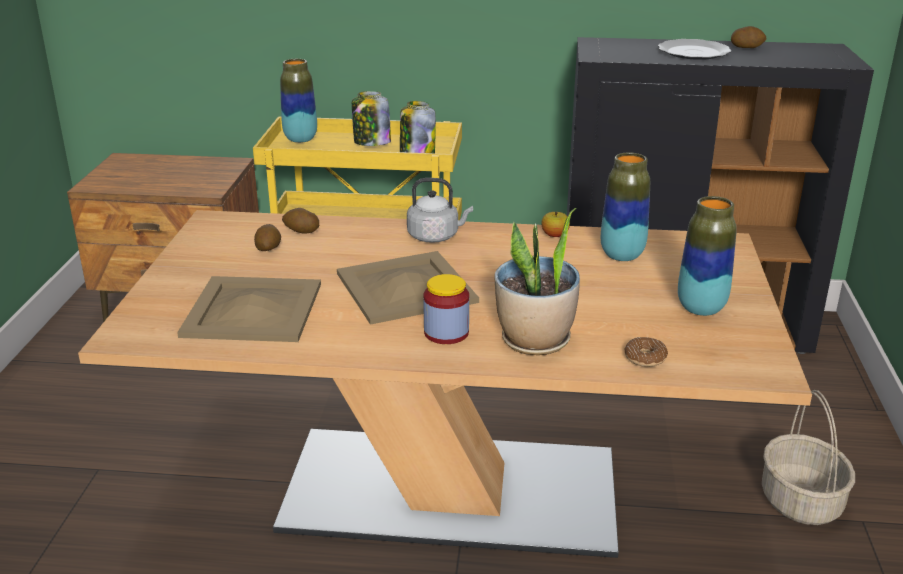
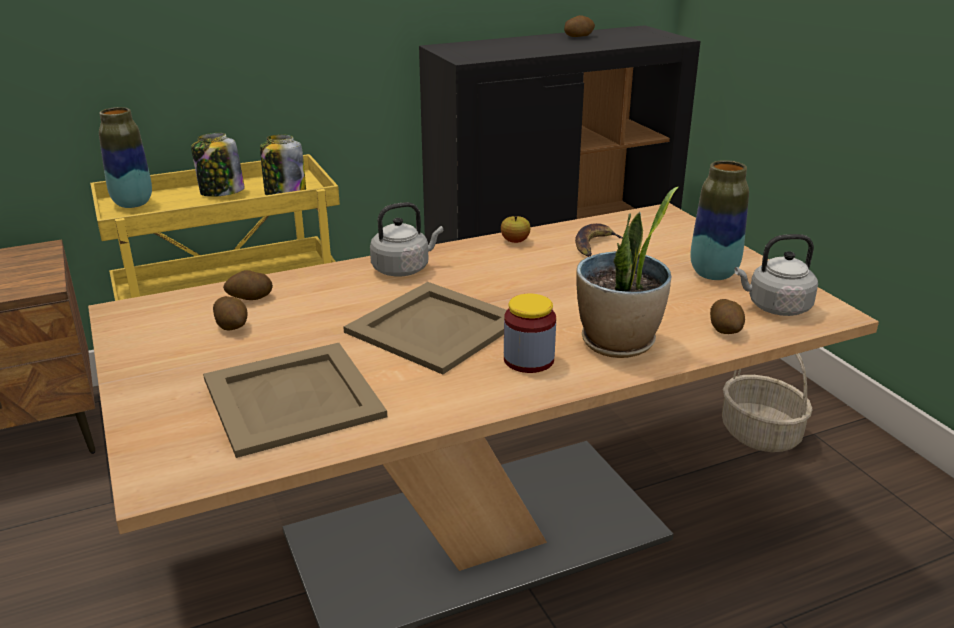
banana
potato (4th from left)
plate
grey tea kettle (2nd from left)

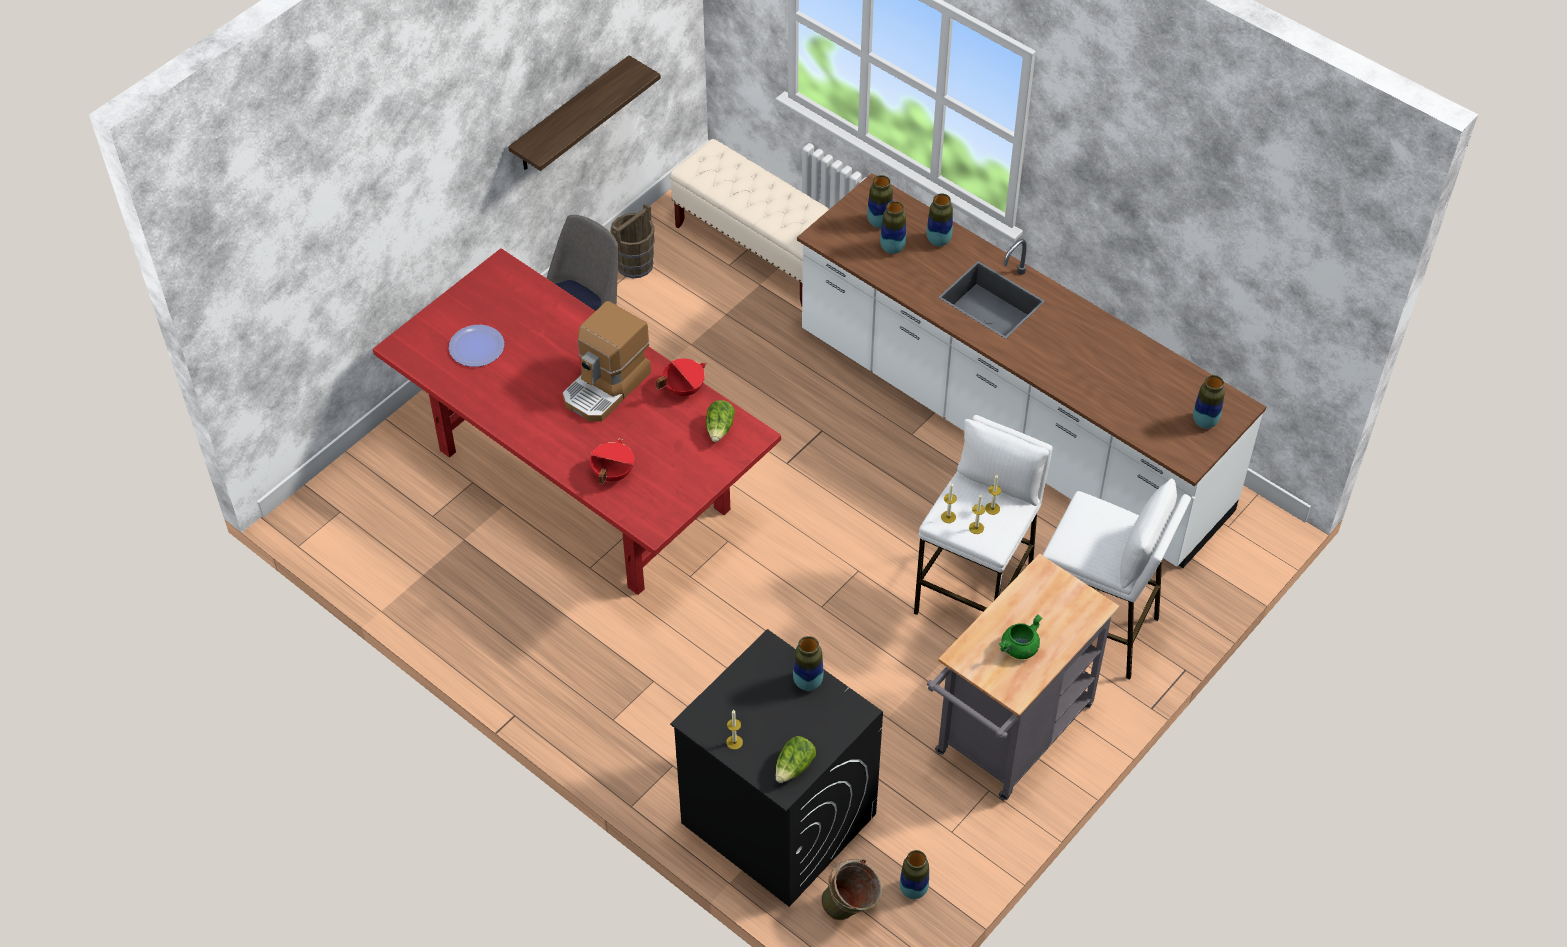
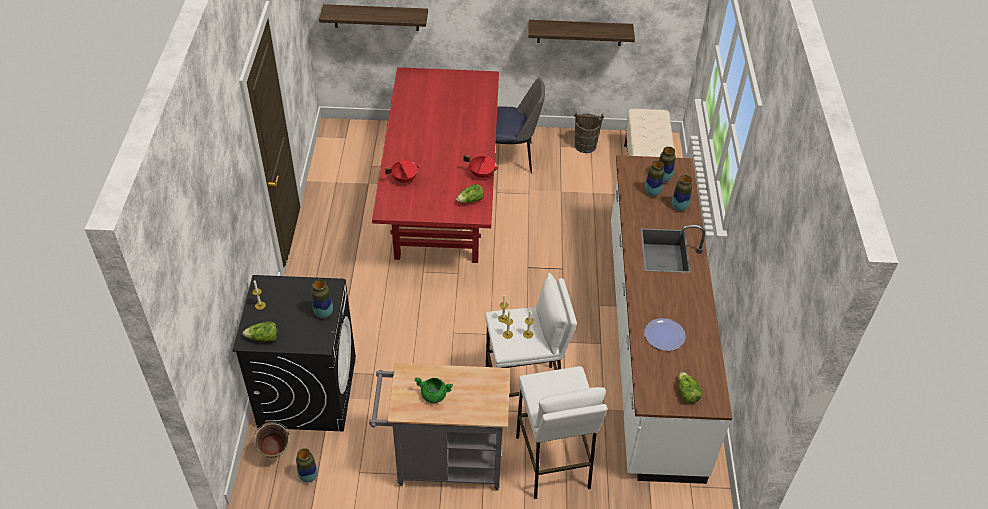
plate
coffee maker
lettuce head (3rd from left)
shelf (1st from left)

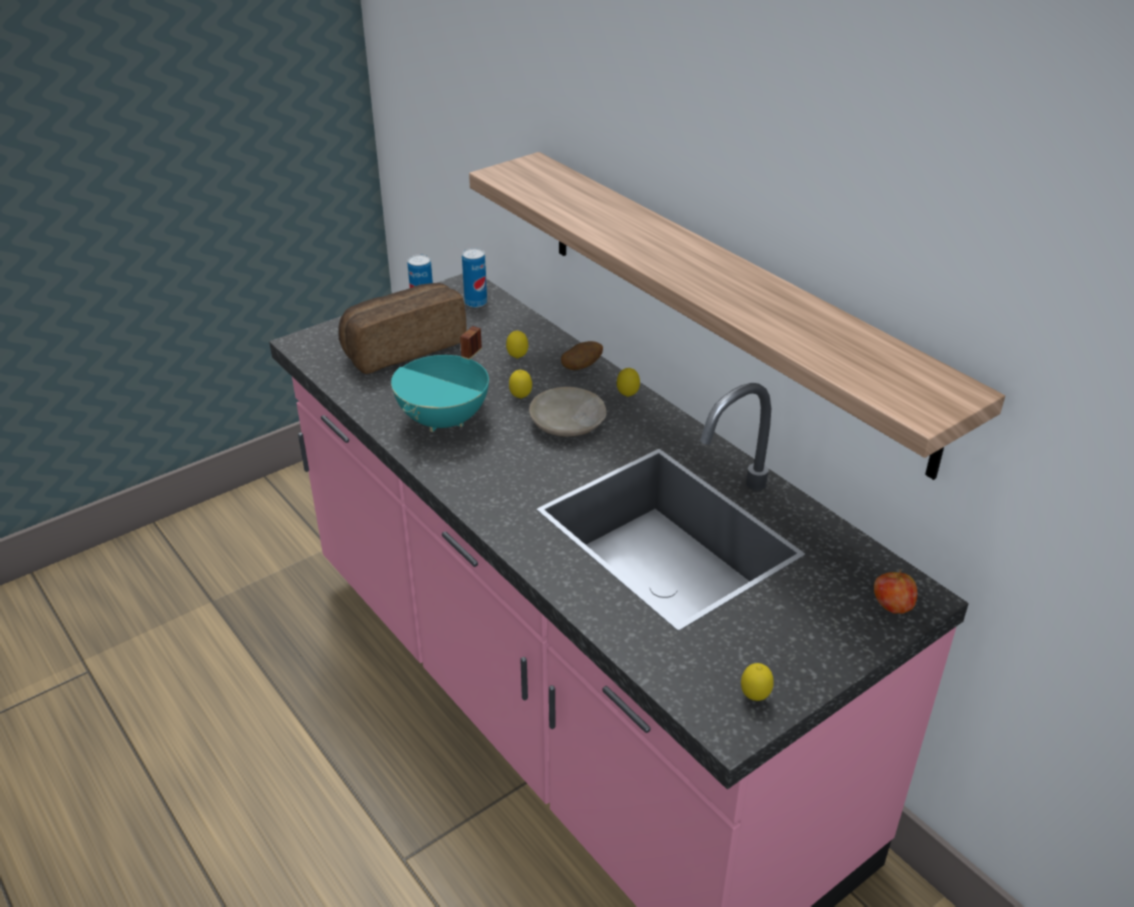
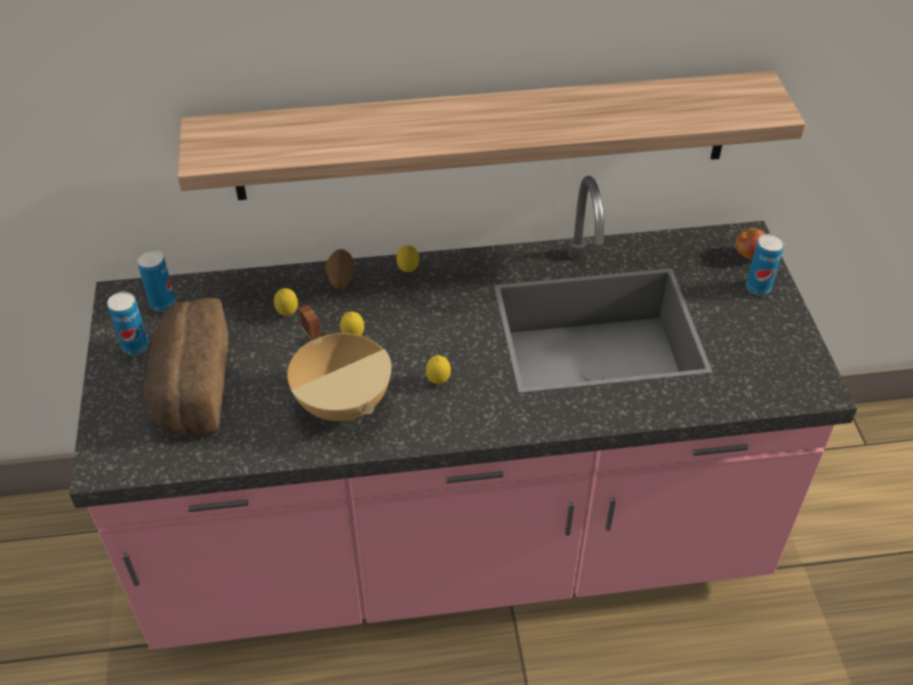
sand-coloured stockpot
sand-coloured plate
citrus fruit (4th from left)
metal can (3rd from left)

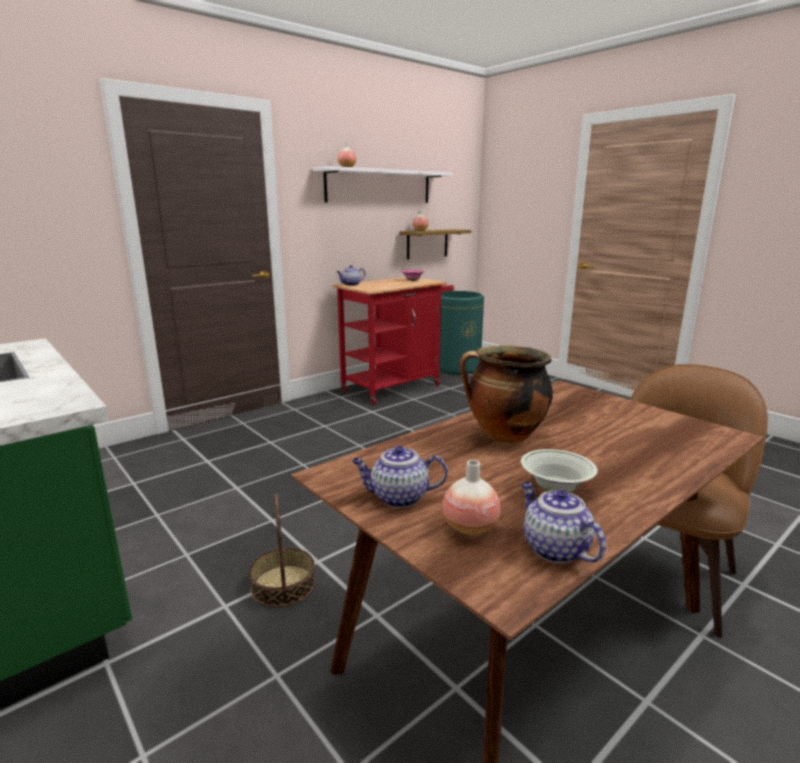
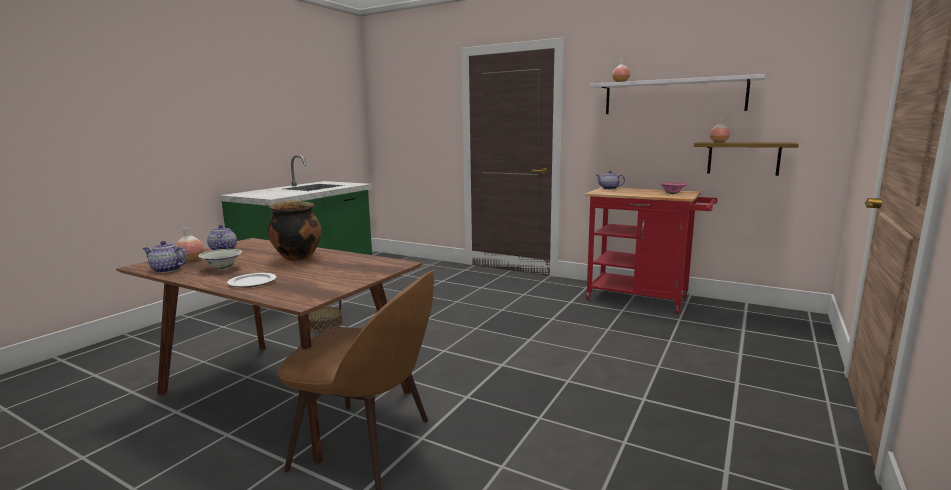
green-coloured rubbish bin
tea pot (1st from left)
plate

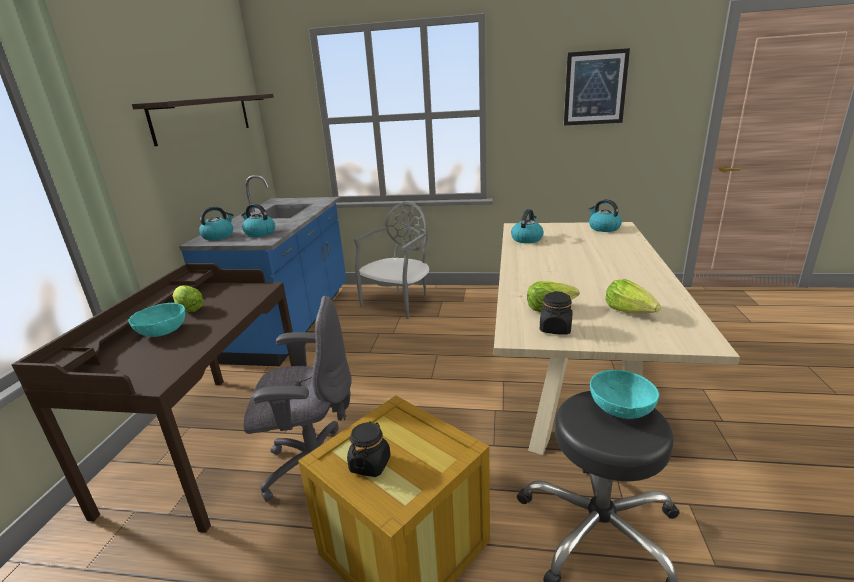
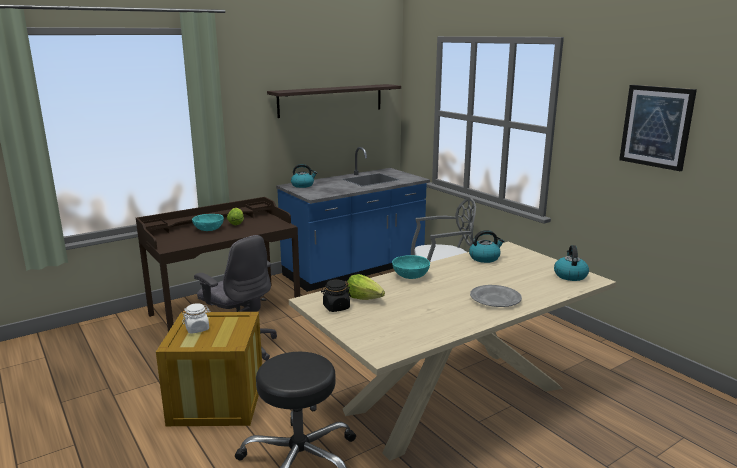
tea kettle (2nd from left in the first image)
whitish storage jar
blue-green deep dish (2nd from left)
lettuce head (3rd from left in the first image)
grey plate

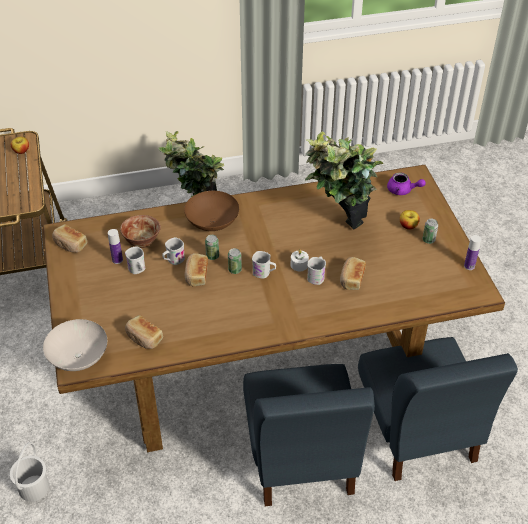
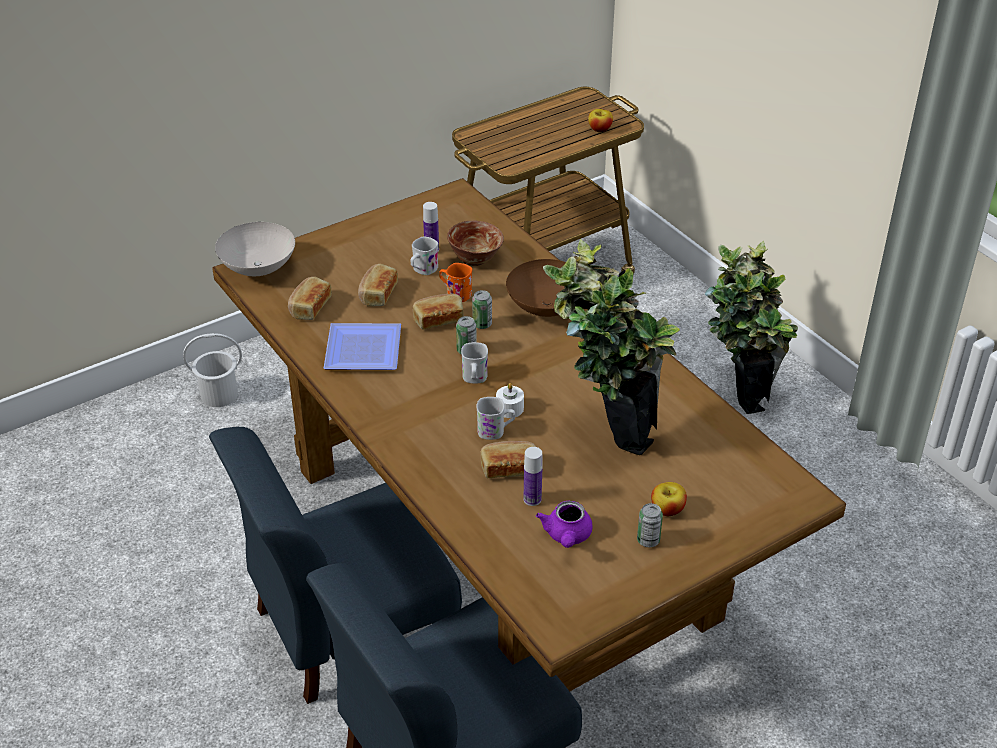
bakery bread (2nd from left)
orange-coloured coffee mug
purple tea pot
beverage bottle (2nd from left)
plate

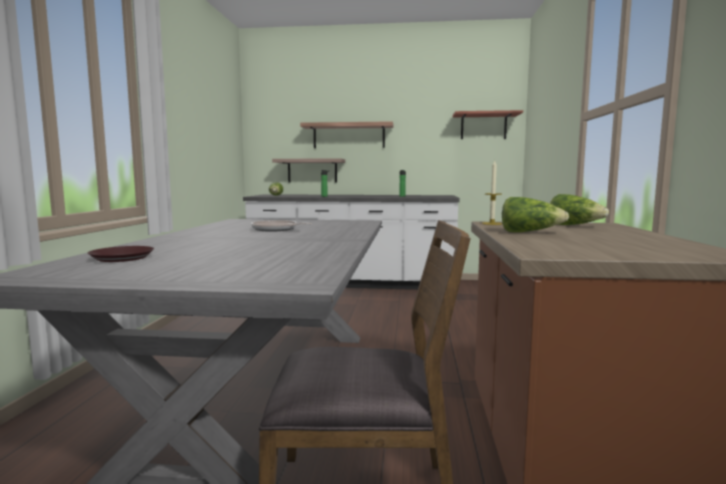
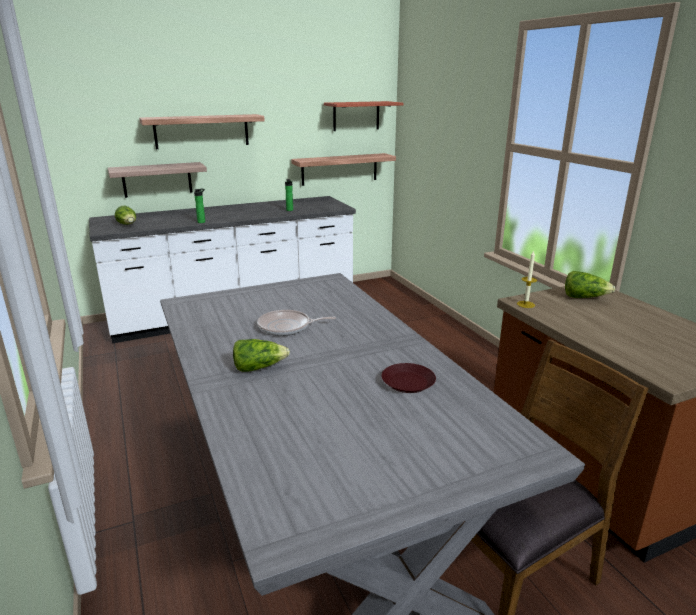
brownish plate
lettuce head (2nd from left)
shelf (3rd from left)

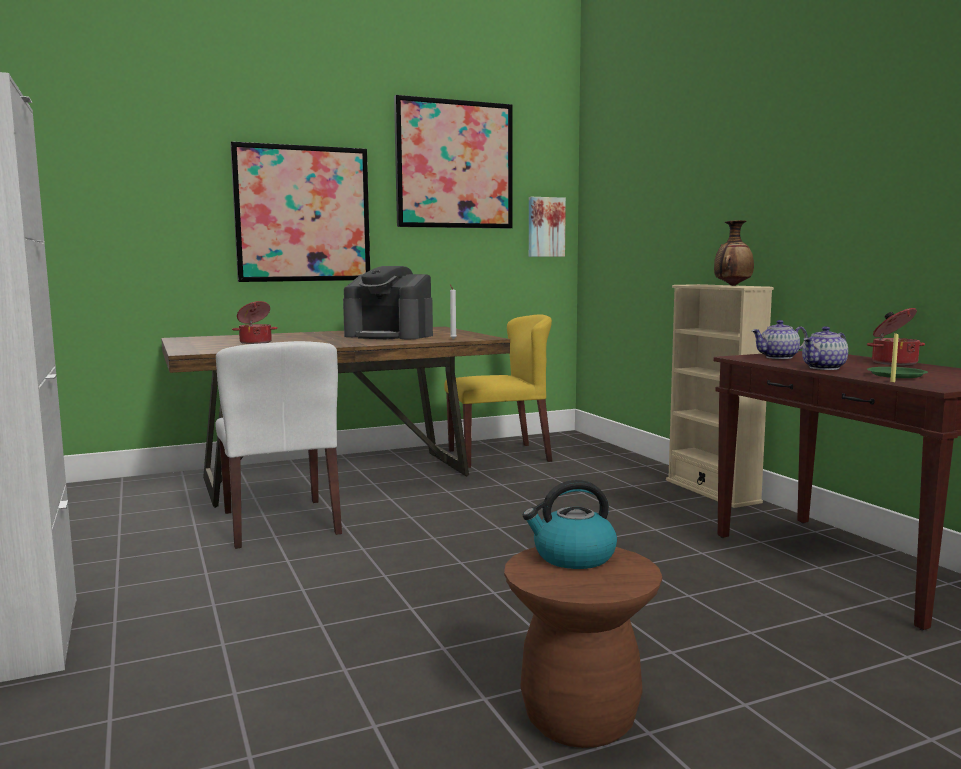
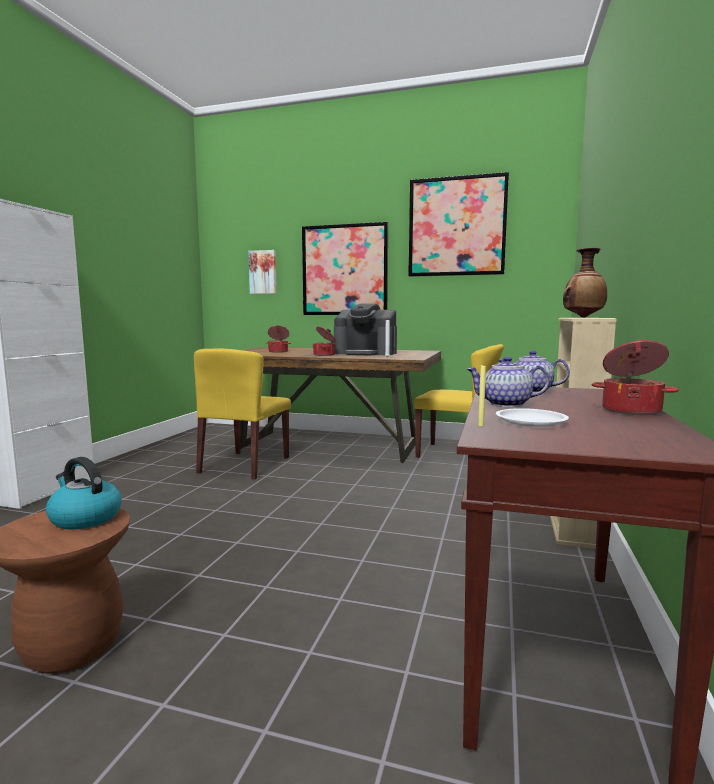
yellow-coloured plain chair (1st from left)
coffee maker
wall picture (1st from left)
whitish plate
stockpot (2nd from left)

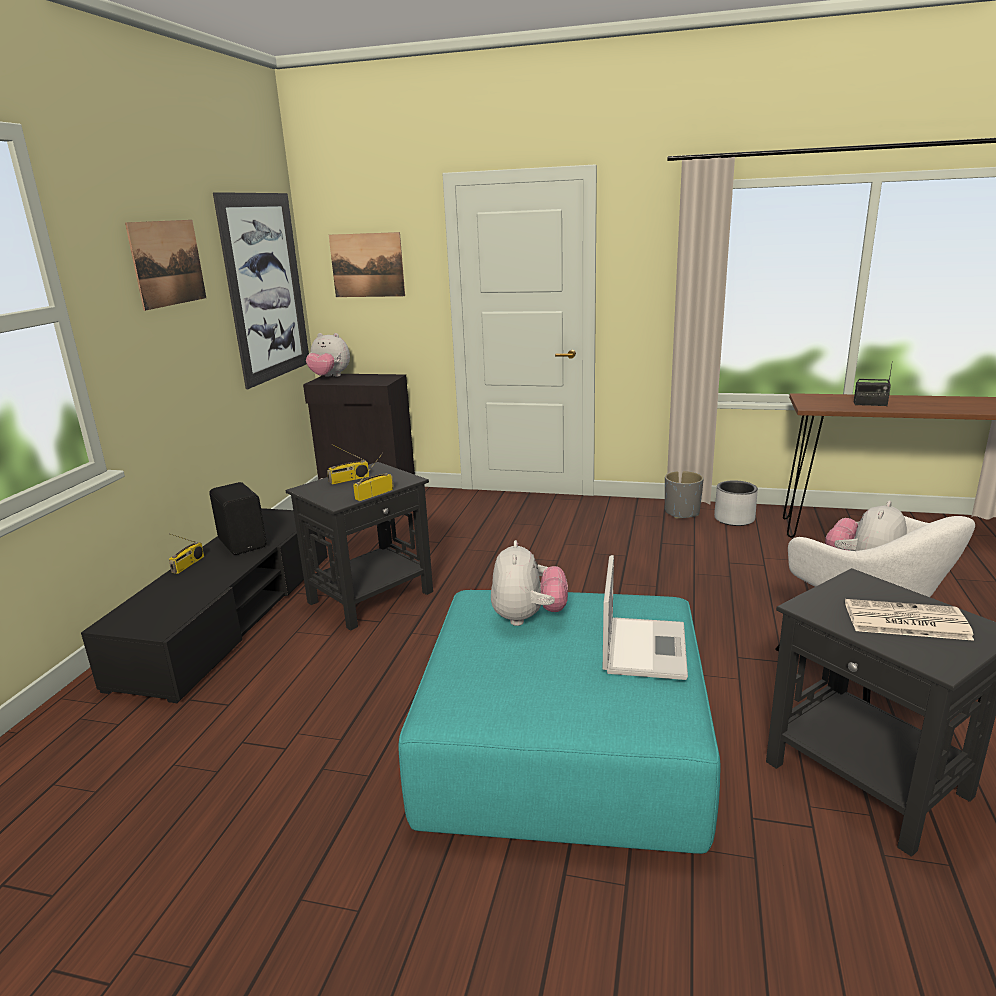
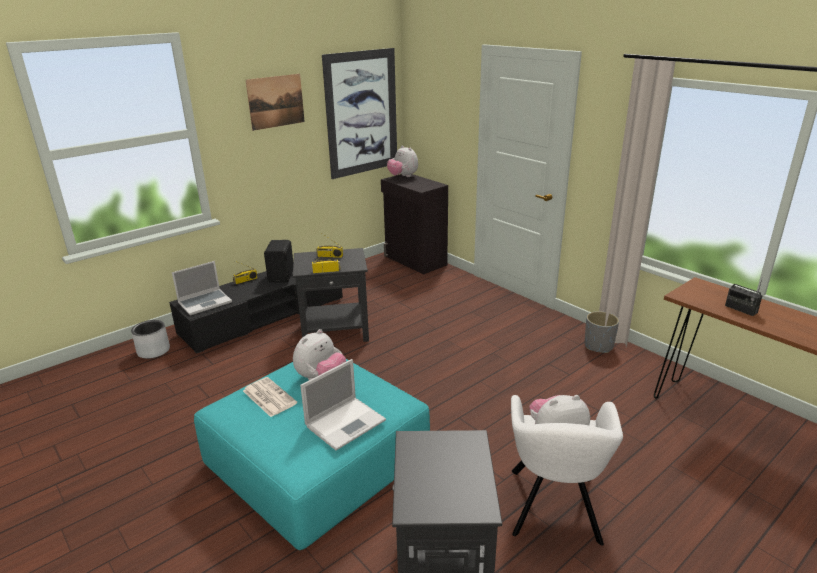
wall picture (3rd from left in the first image)
grey flower pot (1st from left)
newspaper
notebook computer (1st from left)

